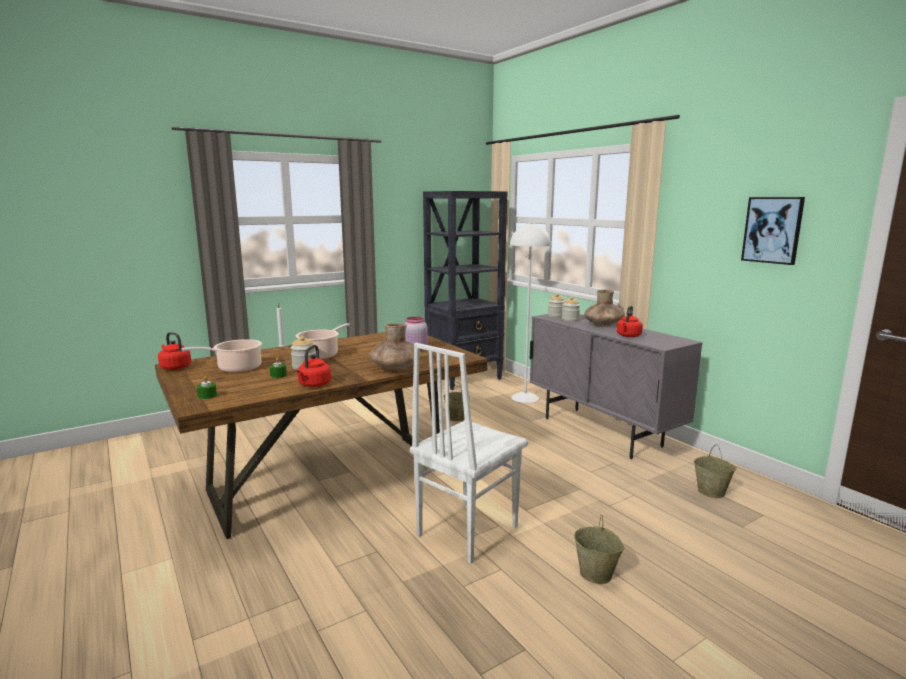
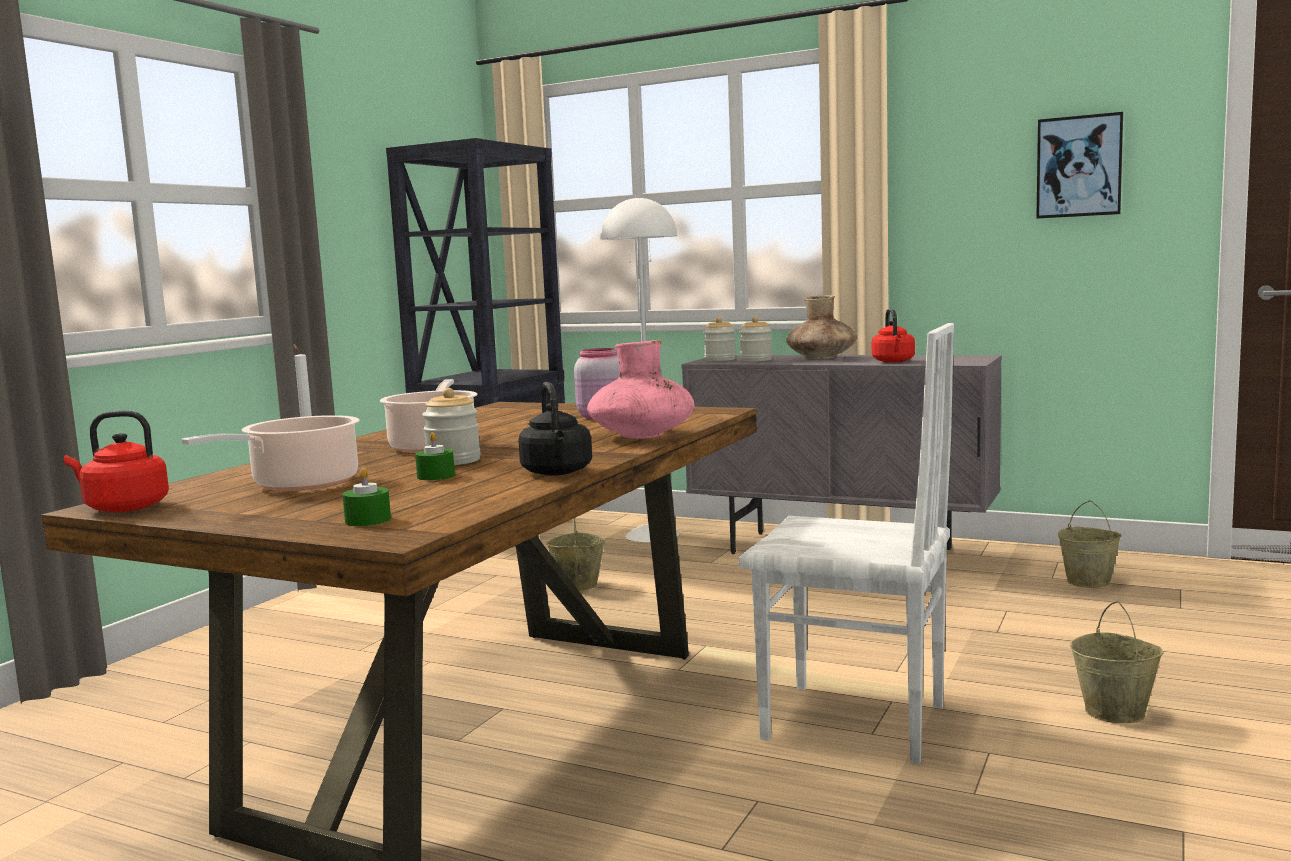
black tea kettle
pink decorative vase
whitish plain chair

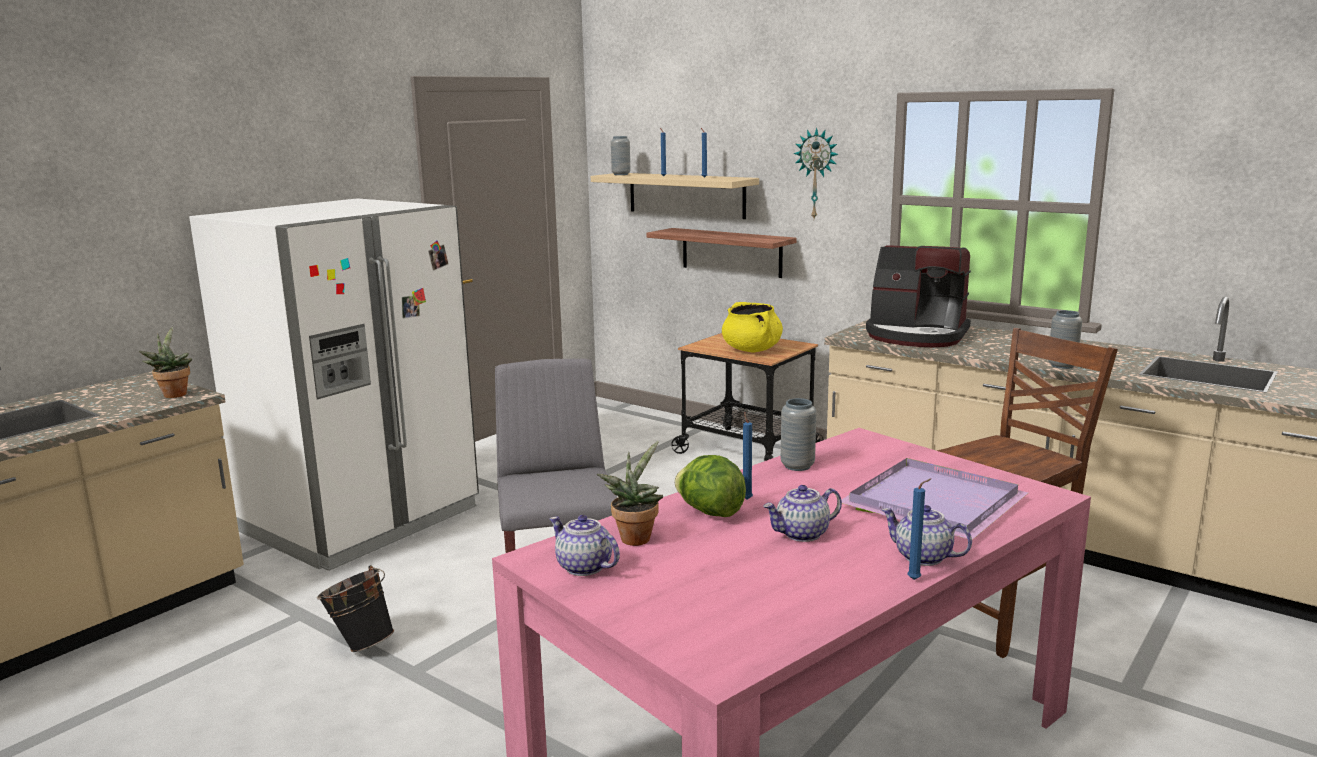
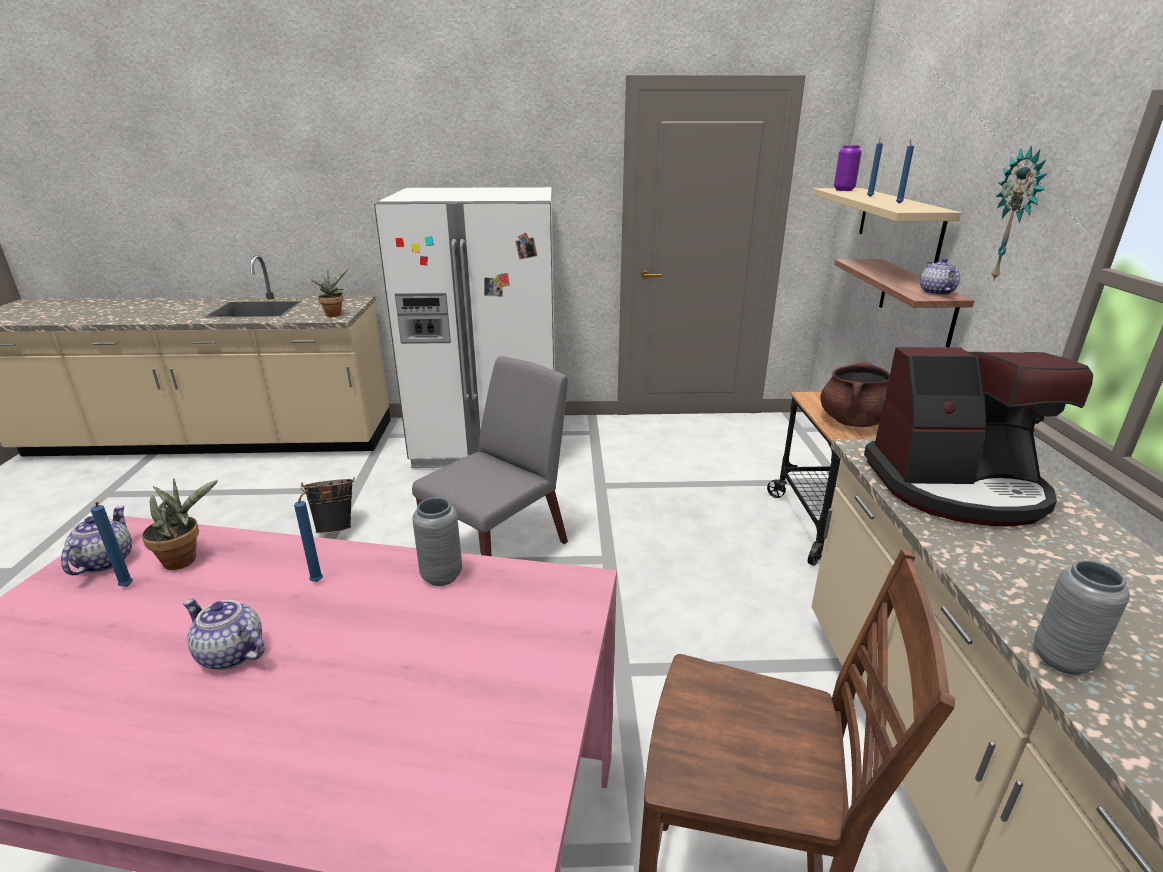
purple decorative vase
lettuce head
brownish stockpot
purple serving tray
coffee maker
tea pot (3rd from left)
blue-coloured candle (1st from left)

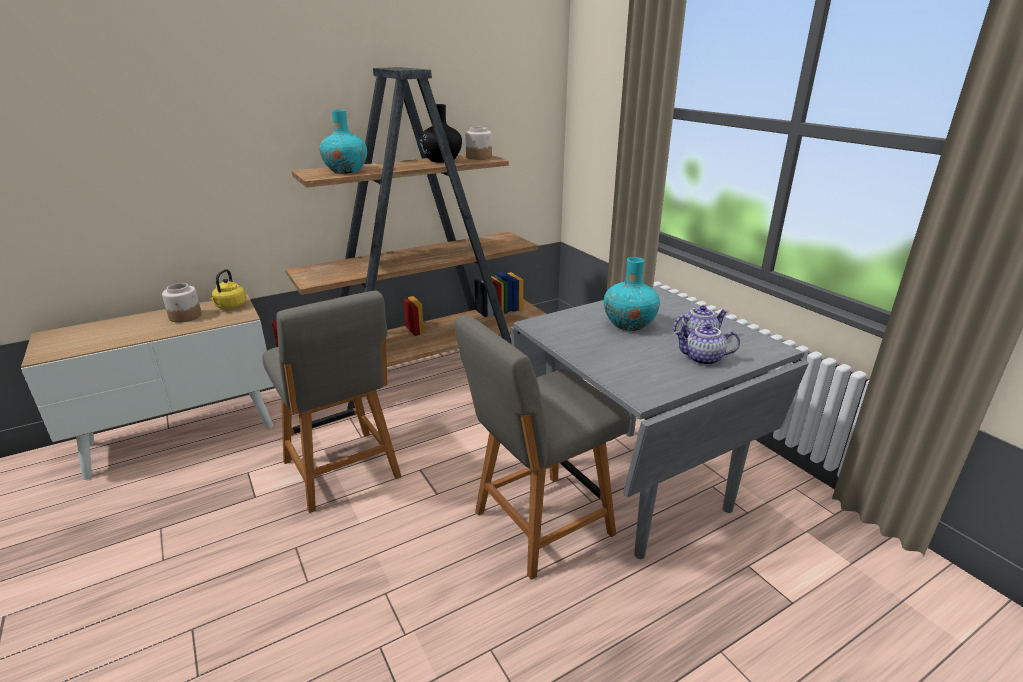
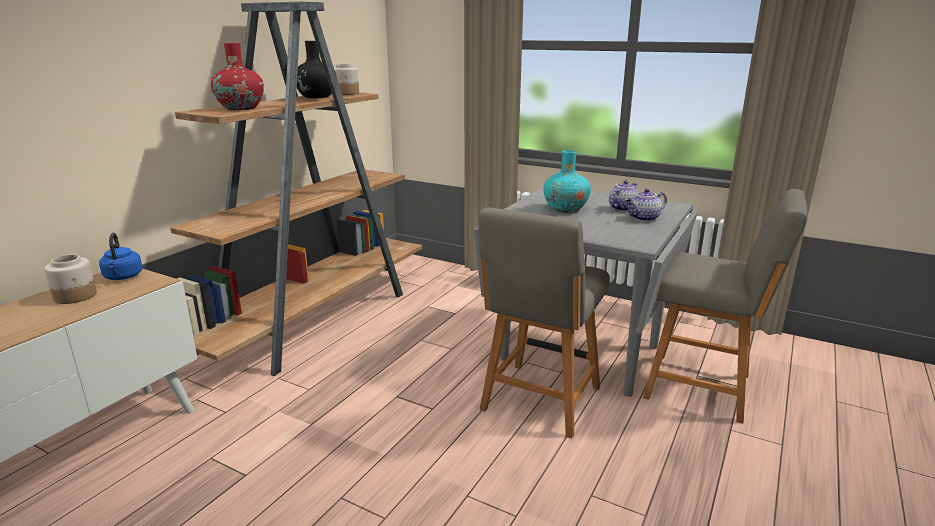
blue-coloured tea kettle
grey plain chair (2nd from left)
reddish decorative vase

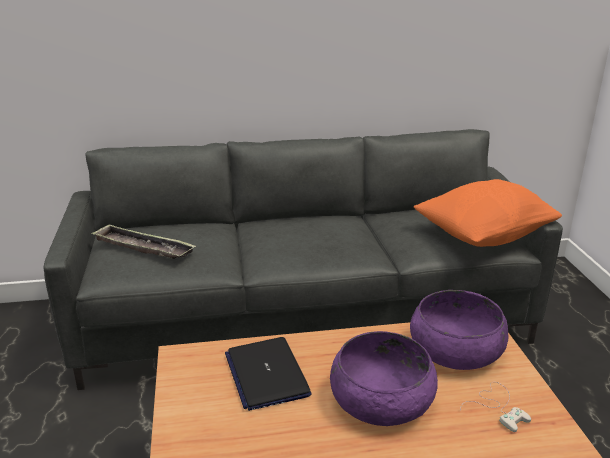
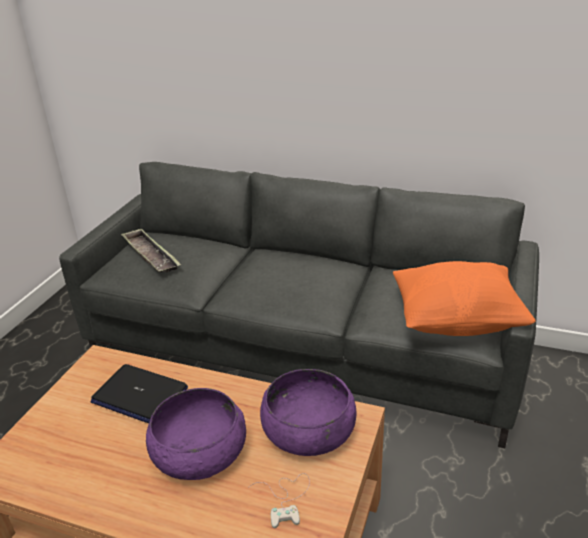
notebook computer

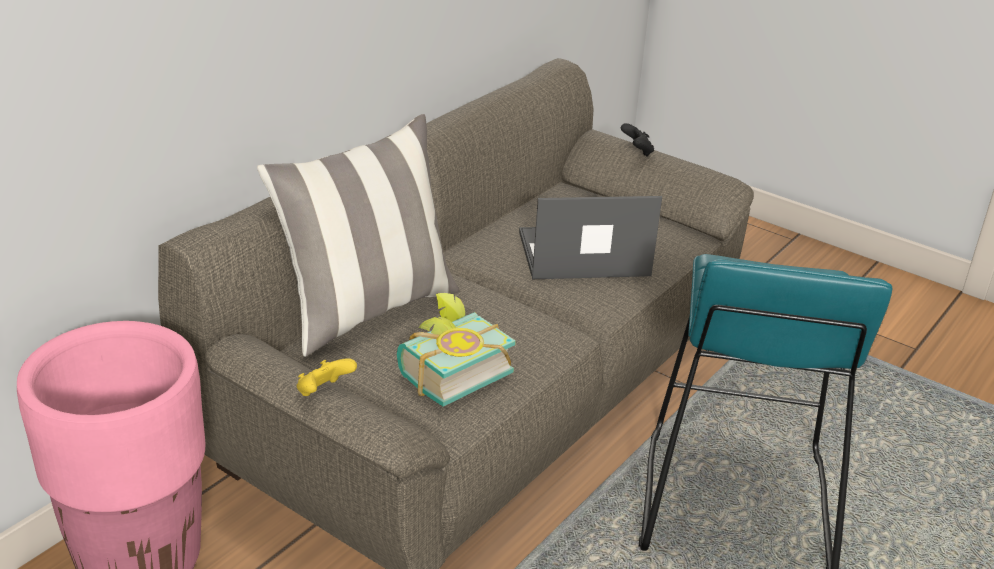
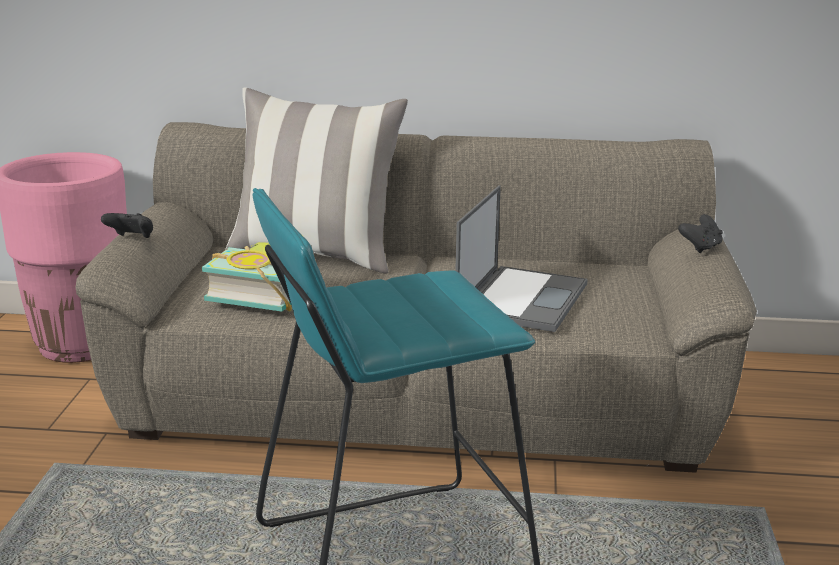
black gamepad (1st from left)
notebook computer

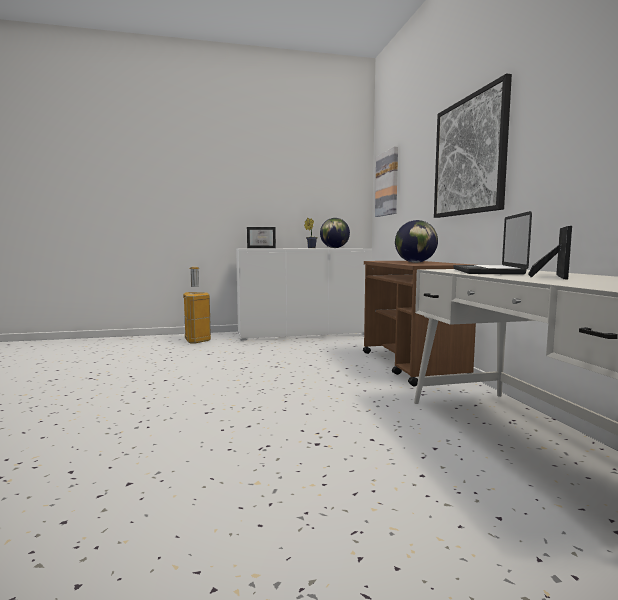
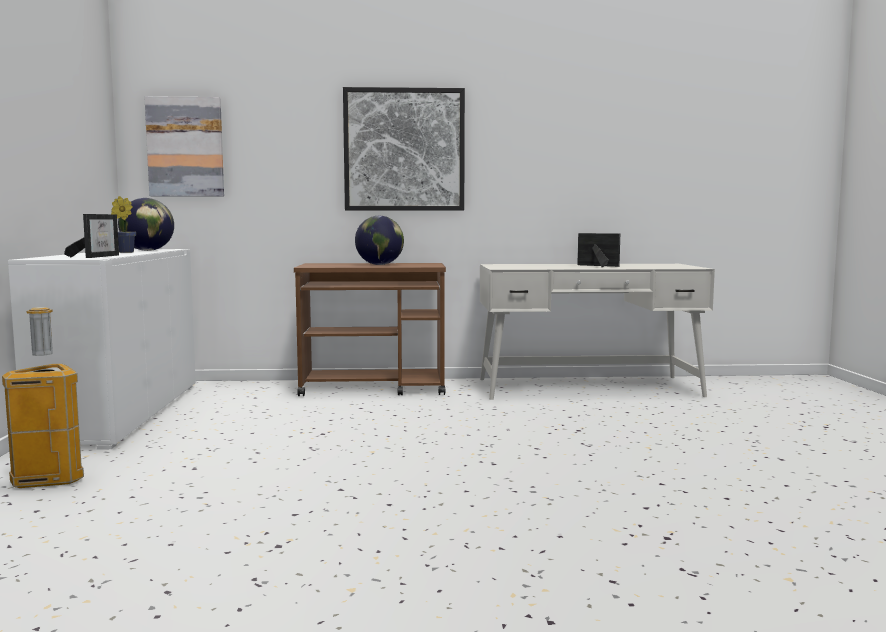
notebook computer

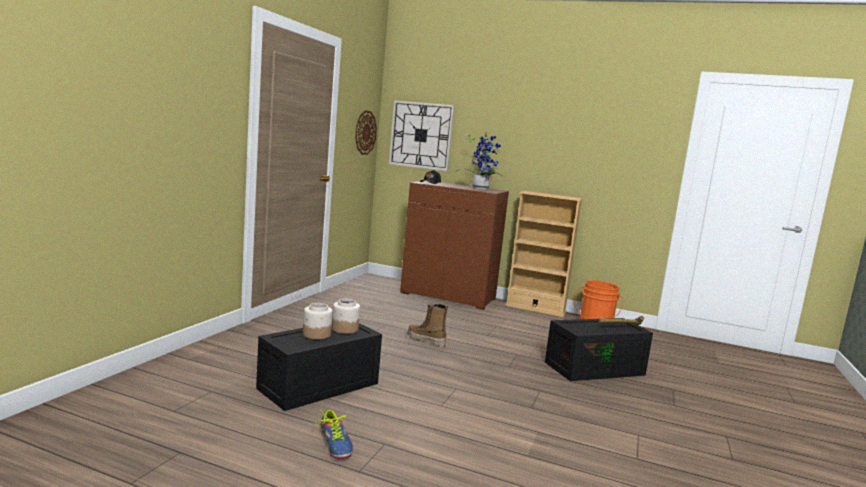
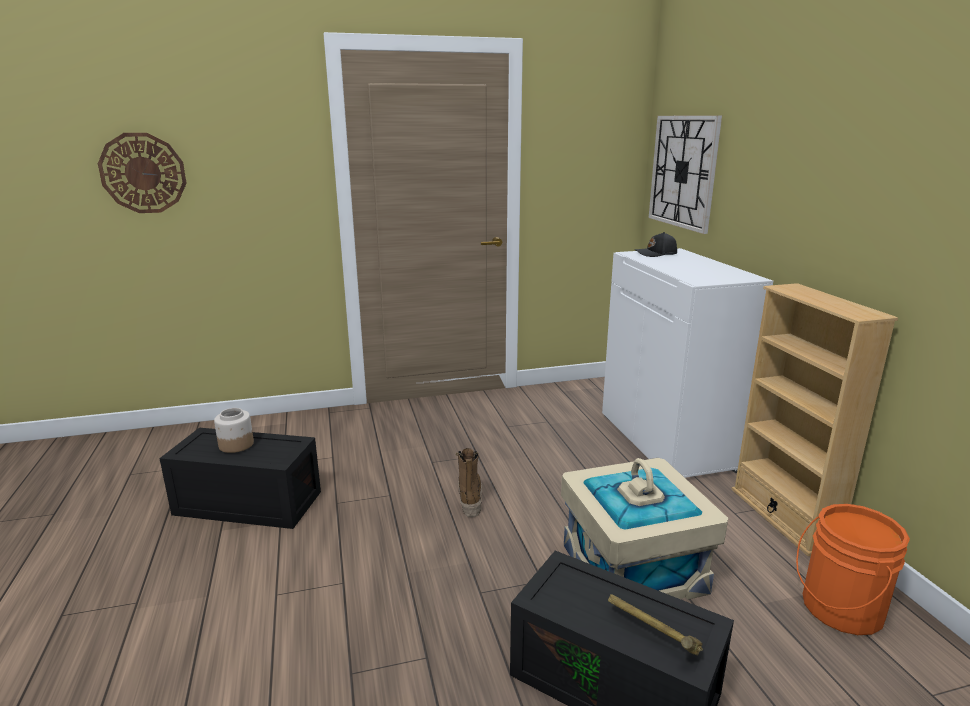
shoe
storage jar (2nd from left in the first image)
wall clock (1st from left)
whitish storage cabinet
houseplant
sand-coloured storage bin

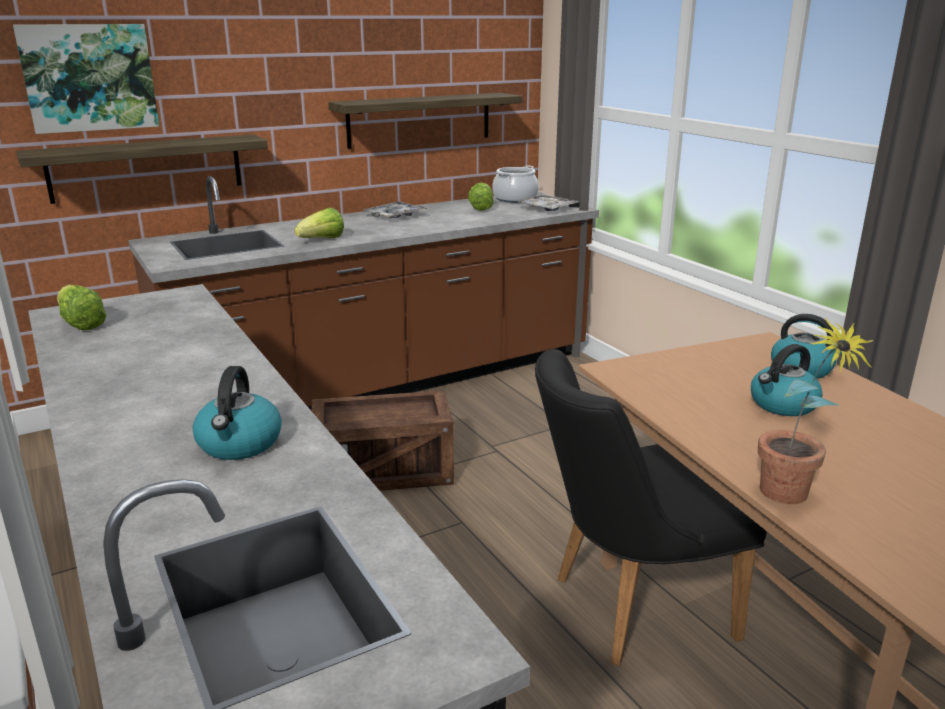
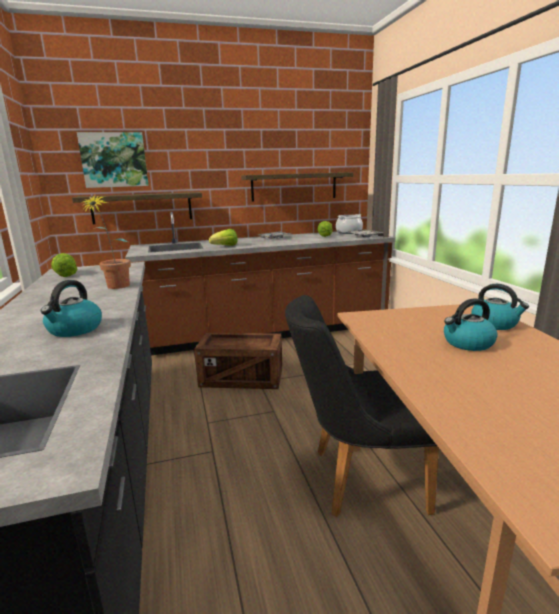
houseplant

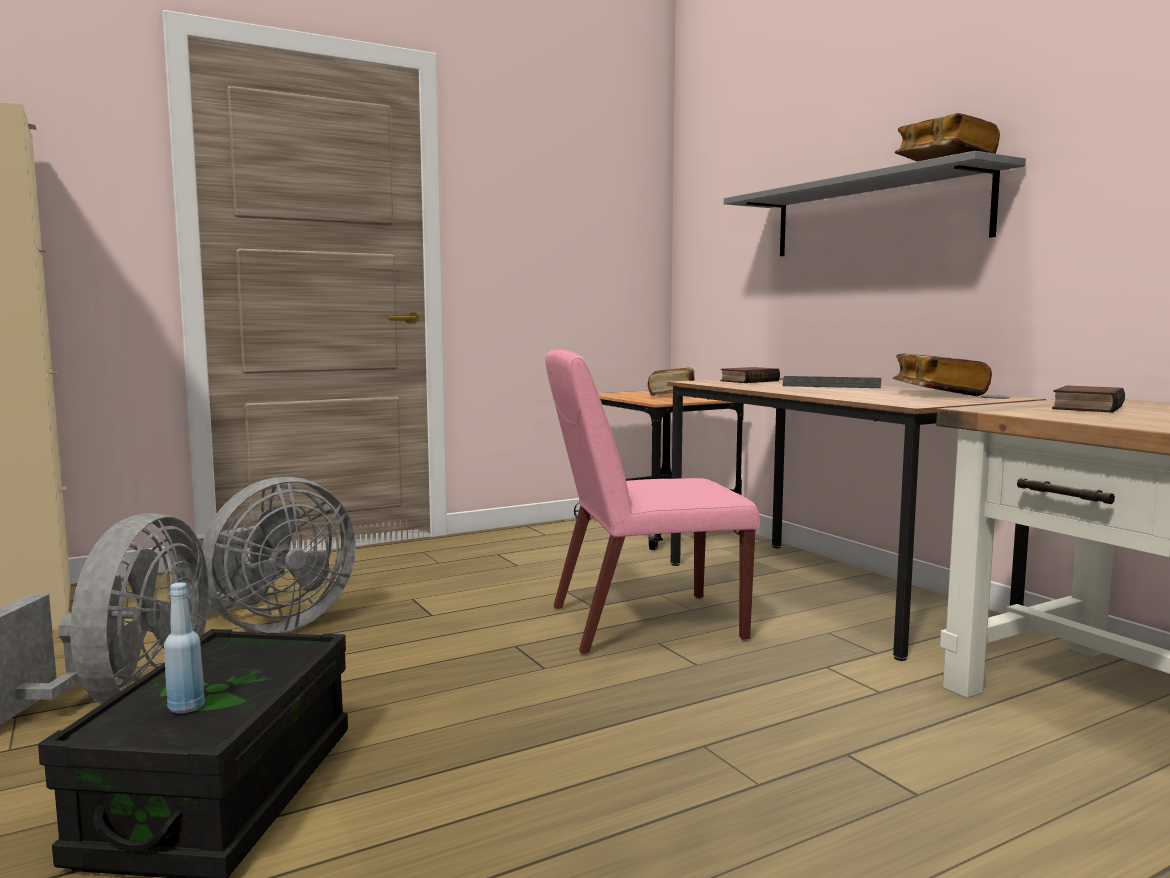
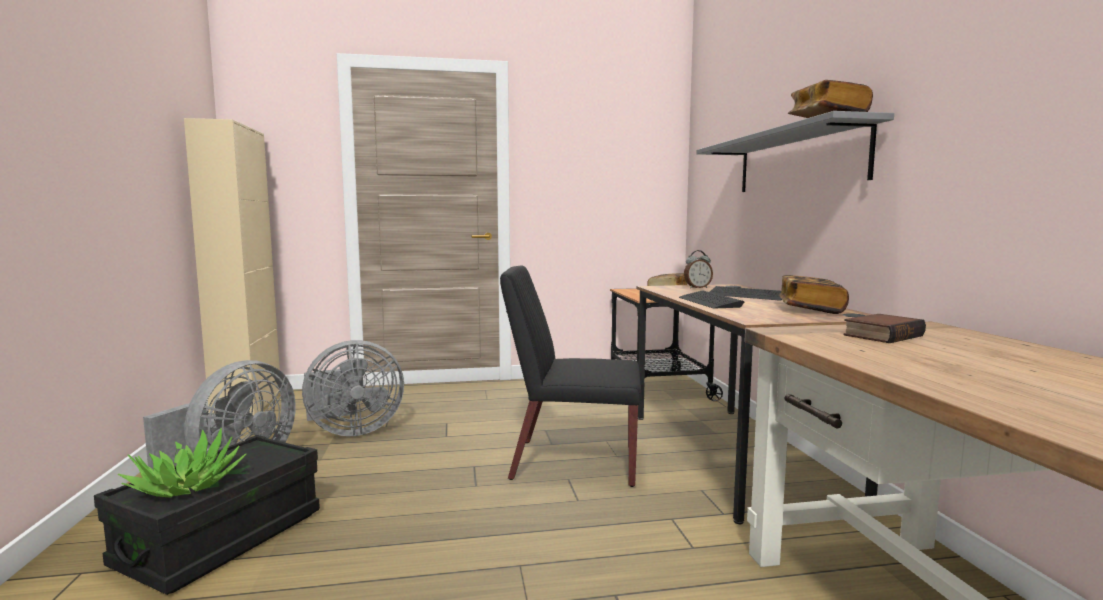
houseplant
black plain chair
alarm clock
computer keyboard (1st from left)

